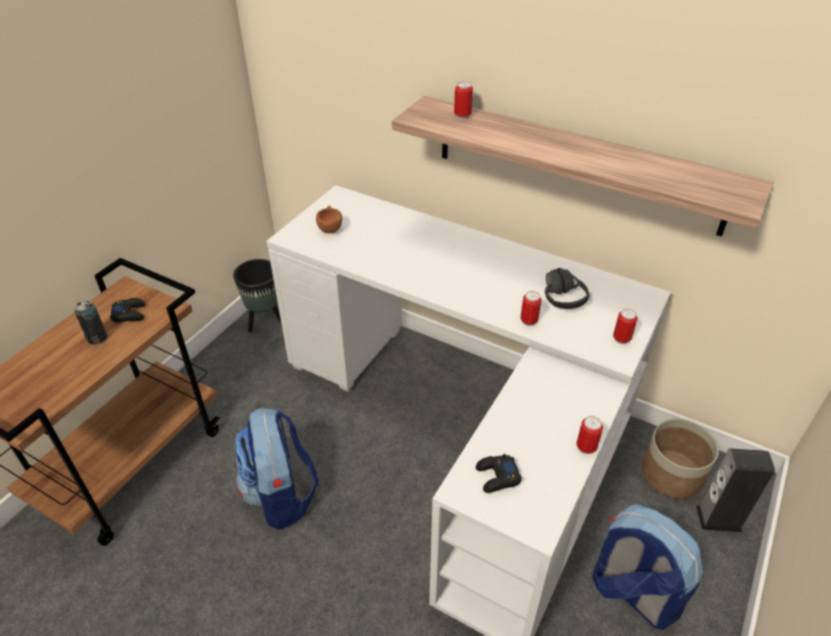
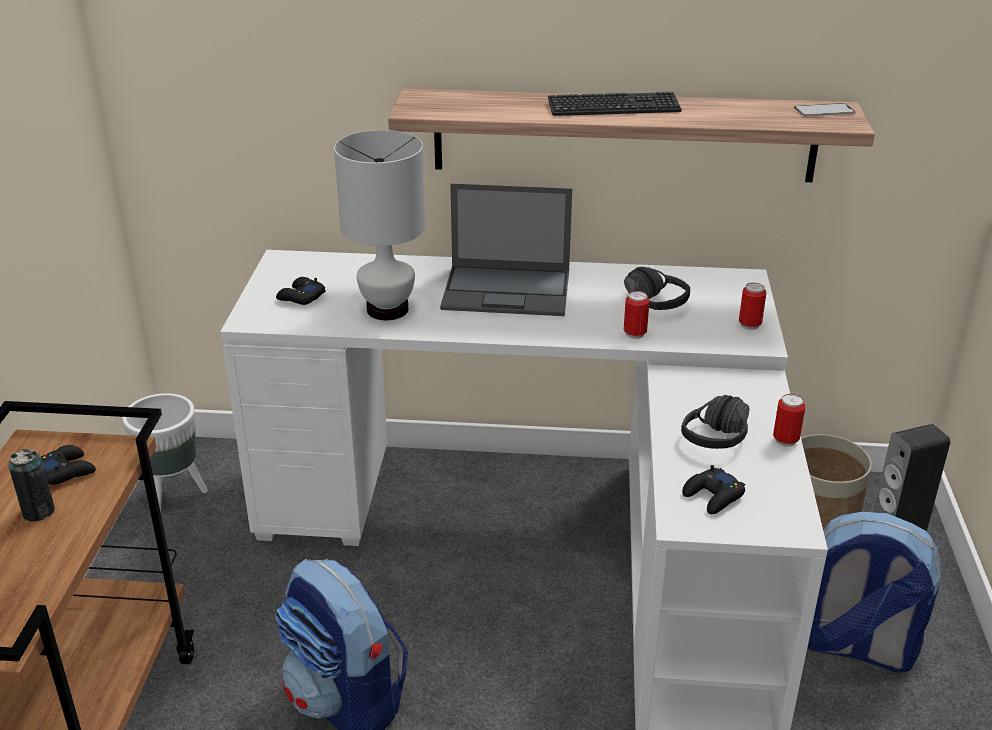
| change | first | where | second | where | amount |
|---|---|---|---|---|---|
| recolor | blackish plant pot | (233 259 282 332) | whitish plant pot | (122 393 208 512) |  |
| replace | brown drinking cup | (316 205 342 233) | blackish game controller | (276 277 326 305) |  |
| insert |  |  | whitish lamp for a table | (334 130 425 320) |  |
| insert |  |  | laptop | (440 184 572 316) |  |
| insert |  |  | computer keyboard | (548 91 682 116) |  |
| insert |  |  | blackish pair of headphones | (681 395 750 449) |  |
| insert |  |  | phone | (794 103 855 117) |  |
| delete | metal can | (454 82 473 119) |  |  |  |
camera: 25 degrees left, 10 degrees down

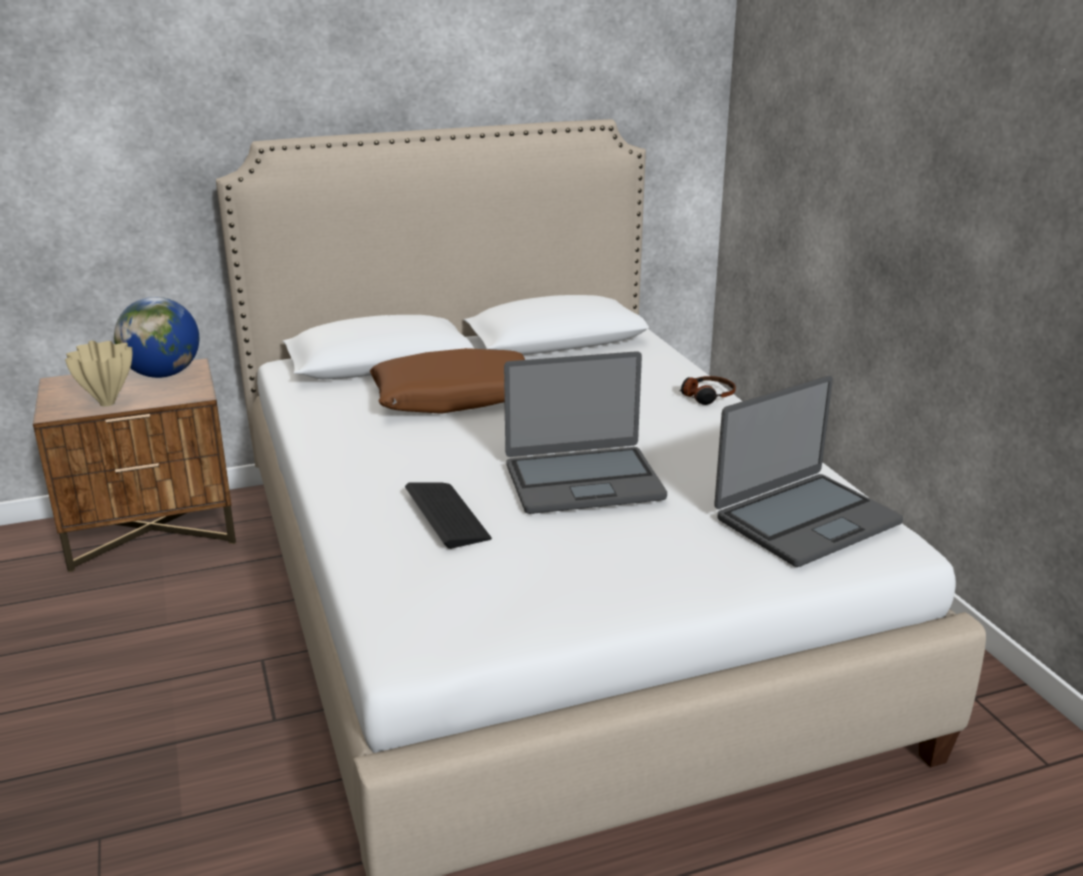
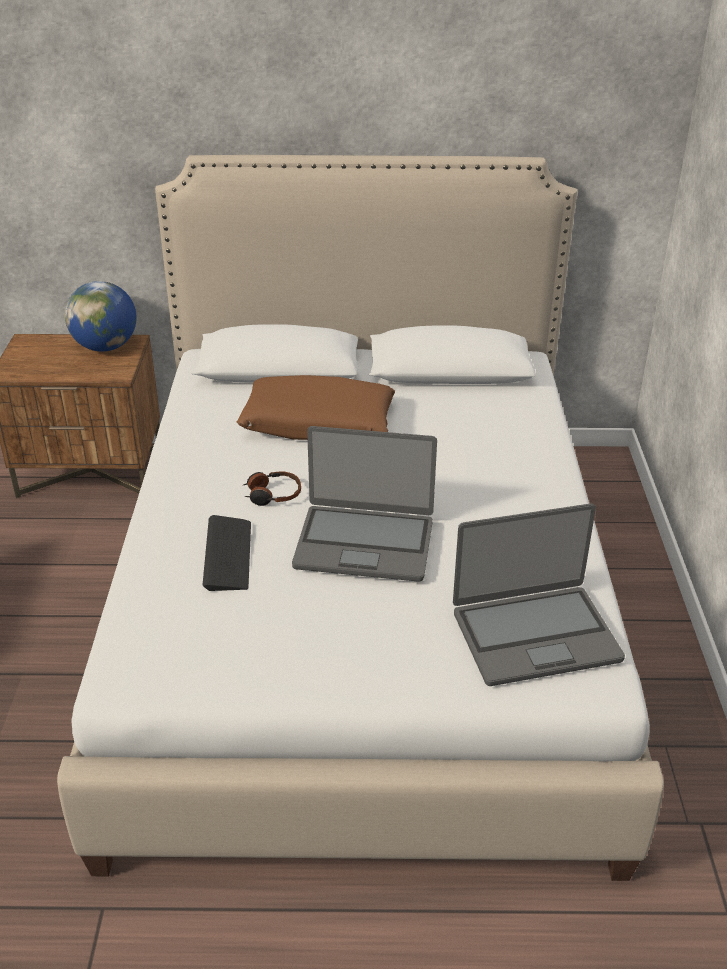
| change | first | where | second | where | amount |
|---|---|---|---|---|---|
| move | pair of headphones | (680 376 736 405) |  | (244 472 301 506) |  |
| delete | sand-coloured flower vase | (65 341 132 406) |  |  |  |
camera: 20 degrees right, 10 degrees up

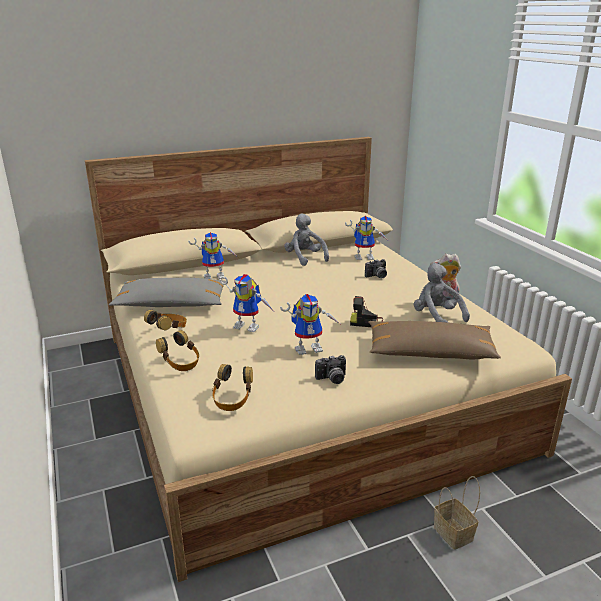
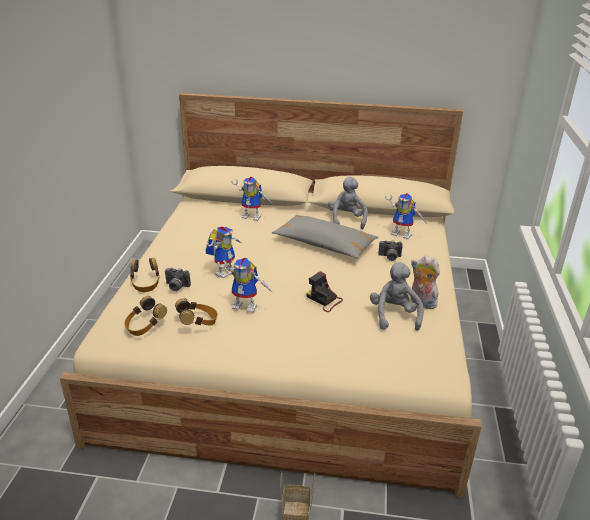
| change | first | where | second | where | amount |
|---|---|---|---|---|---|
| move | still camera | (315 355 346 384) |  | (165 268 191 291) |  |
| move | pair of headphones | (144 310 187 331) |  | (175 298 218 325) |  |
| rotate | toy robot | (219 274 274 332) |  | (206 227 243 278) | 105 degrees counterclockwise |
| move | gray pillow | (109 278 226 307) |  | (272 215 379 259) |  |
| delete | brown pillow | (368 321 501 360) |  |  |  |
camera: 30 degrees right, 5 degrees up

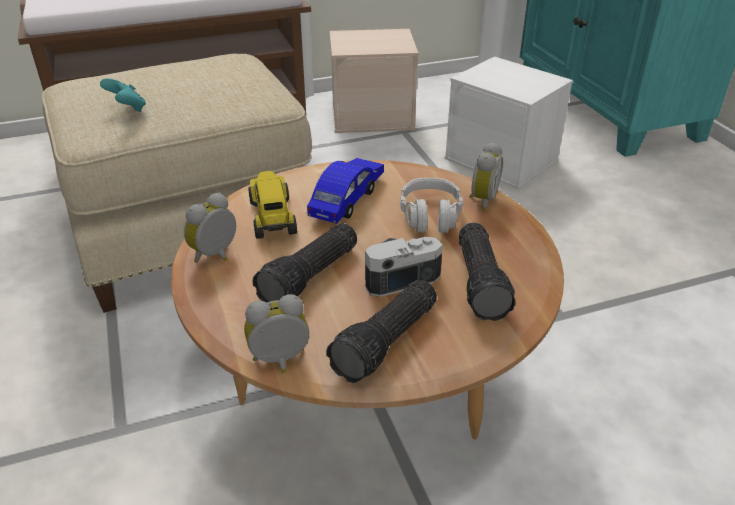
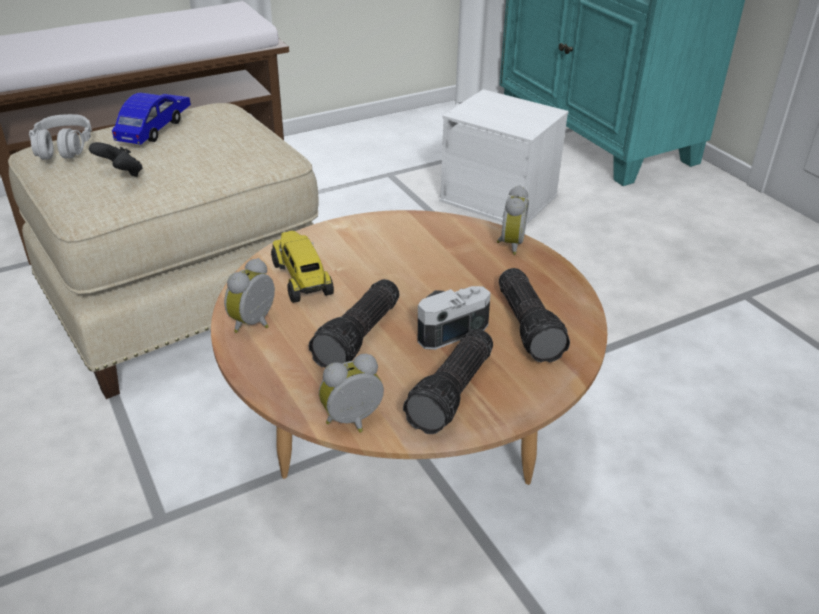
| change | first | where | second | where | amount |
|---|---|---|---|---|---|
| move | gray pair of headphones | (400 178 463 233) |  | (29 114 92 160) |  |
| recolor | turquoise game controller | (100 78 146 112) | blackish game controller | (89 142 143 177) |  |
| move | blue model car | (307 158 384 224) |  | (112 93 191 145) |  |
| delete | sand-coloured storage box | (330 29 418 133) |  |  |  |
camera: 10 degrees left, 0 degrees up

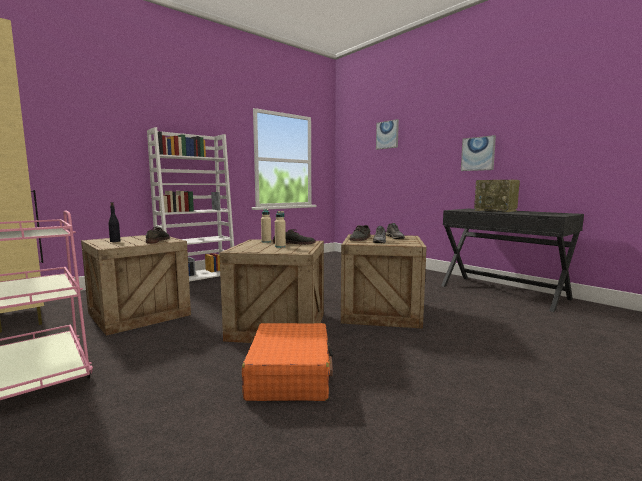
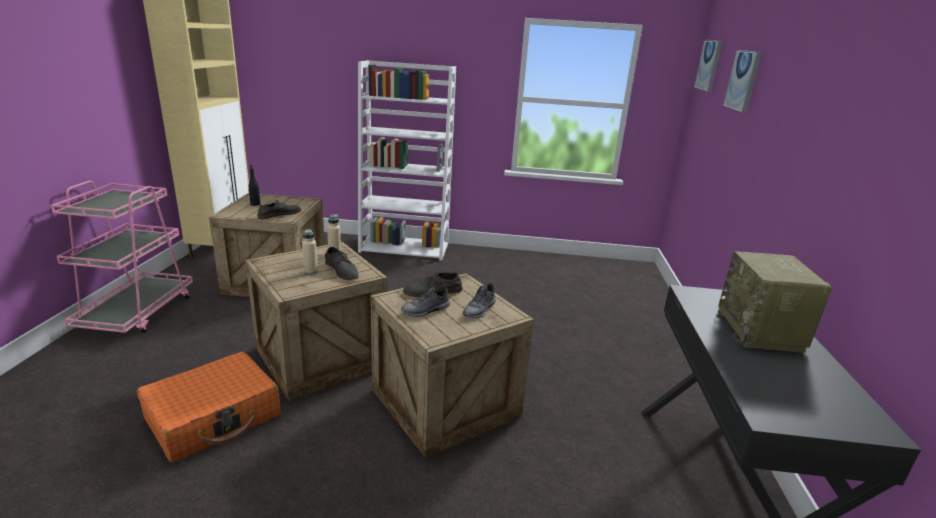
| change | first | where | second | where | amount |
|---|---|---|---|---|---|
| move | wall picture | (461 135 496 171) |  | (694 40 723 92) |  |
camera: 45 degrees right, 15 degrees up

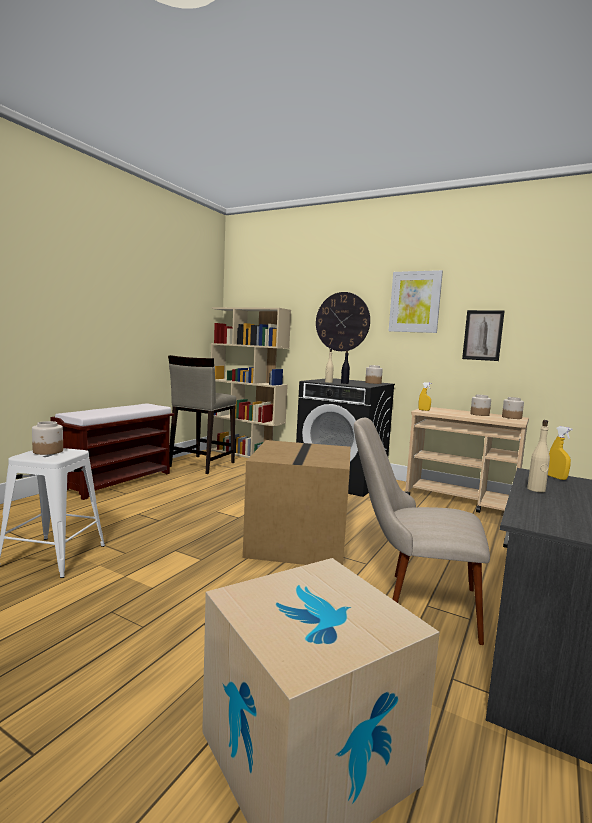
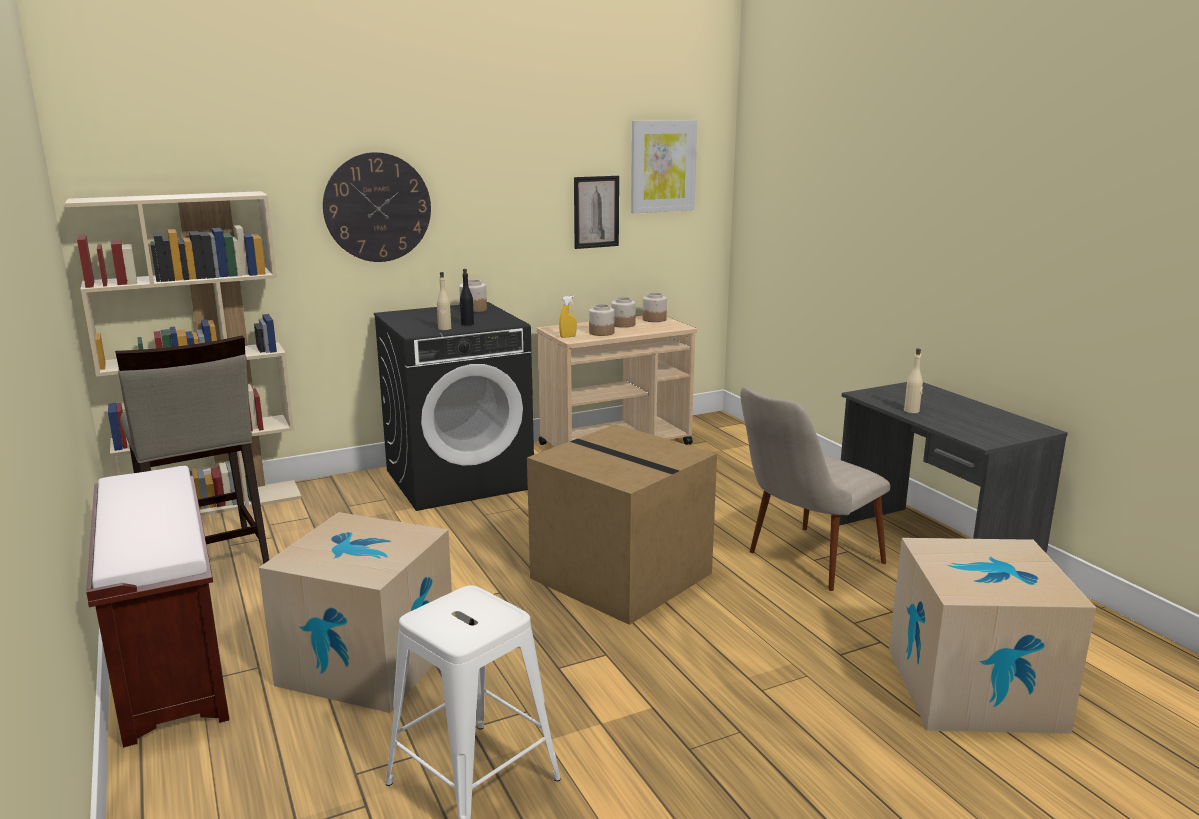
| change | first | where | second | where | amount |
|---|---|---|---|---|---|
| insert |  |  | carton | (259 512 453 713) |  |
| move | storage jar | (32 421 63 455) |  | (589 304 615 336) |  |
| move | wall picture | (389 270 443 333) |  | (631 120 697 213) |  |
| delete | yellowish hand sprayer | (548 426 573 480) |  |  |  |
camera: 55 degrees left, 10 degrees up

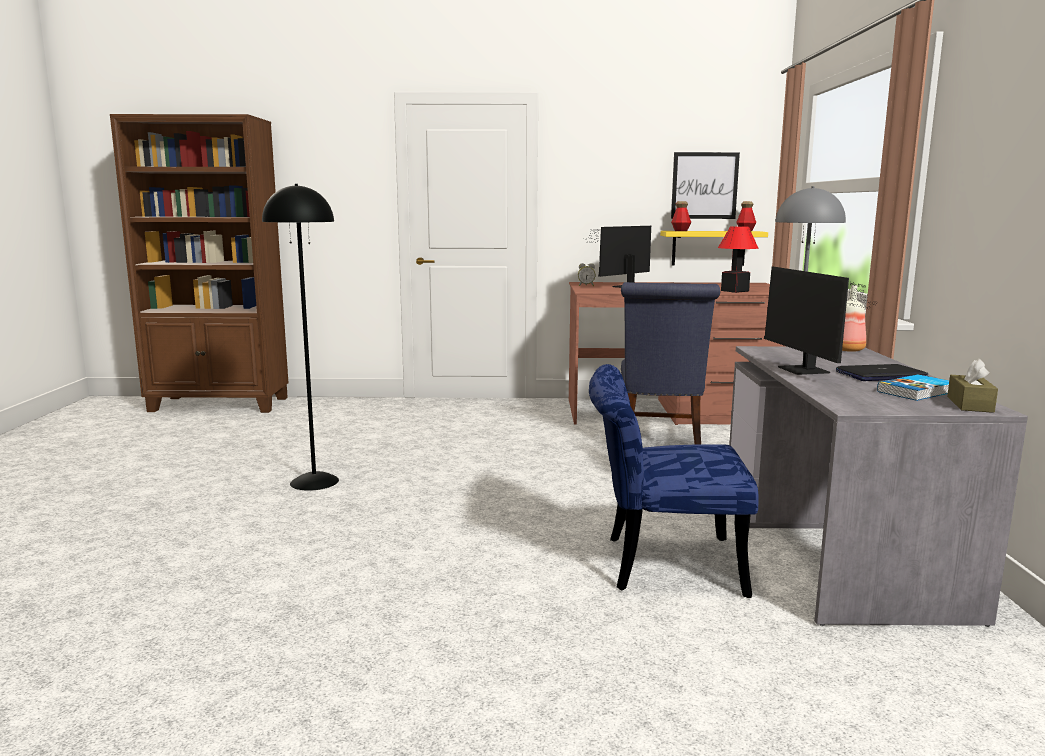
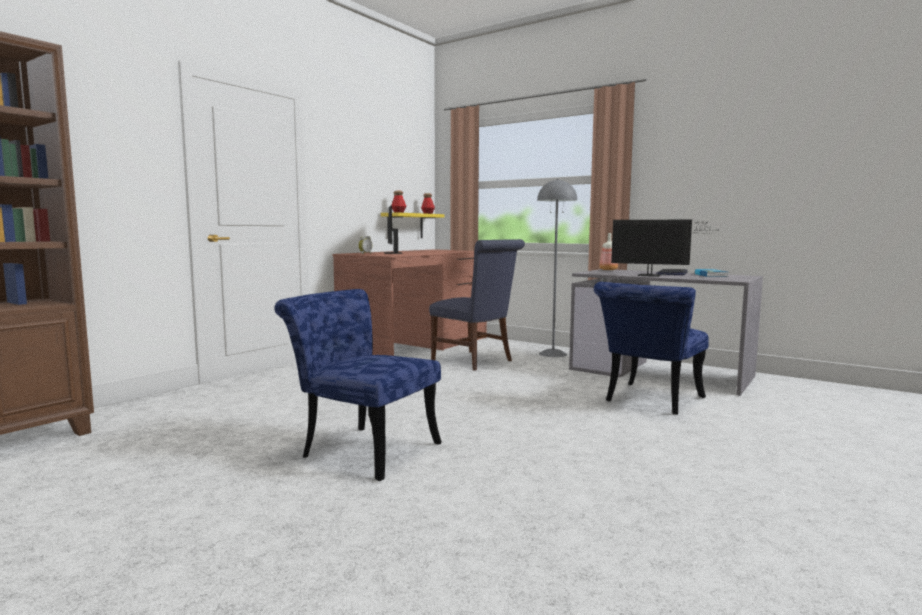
| change | first | where | second | where | amount |
|---|---|---|---|---|---|
| replace | blackish standing lamp | (262 184 339 491) | blue chair | (274 289 442 481) |  |
| delete | wall picture | (671 152 740 219) |  |  |  |
| delete | lamp for a table | (718 226 759 293) |  |  |  |
| delete | brown tissue holder | (947 359 998 413) |  |  |  |
camera: 55 degrees left, 5 degrees down

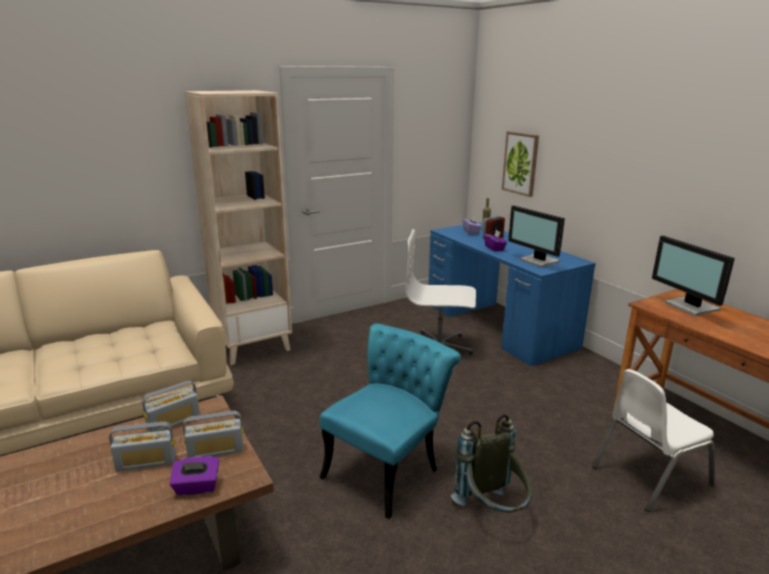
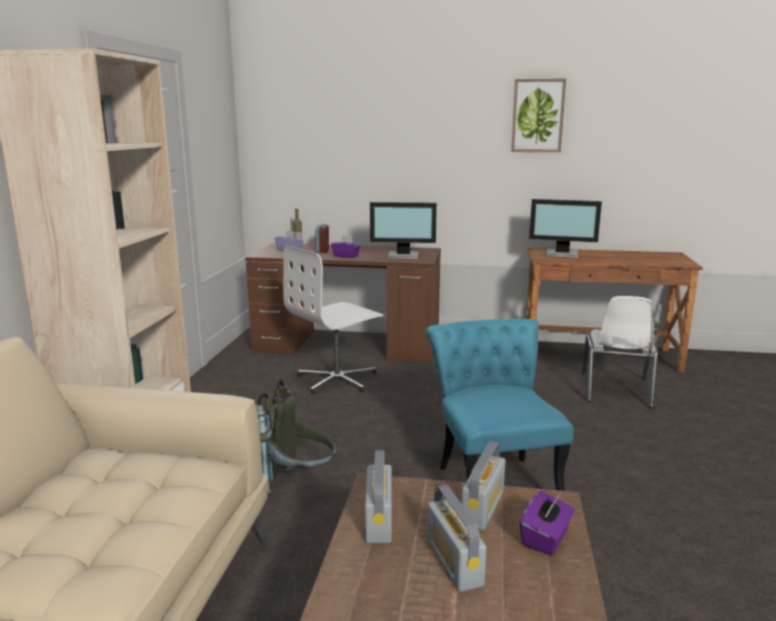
| change | first | where | second | where | amount |
|---|---|---|---|---|---|
| recolor | blue desk | (429 222 596 366) | brown desk | (245 243 441 363) |  |
| move | gray backpack | (451 414 532 513) |  | (255 380 337 493) |  |
| rotate | radio set | (109 422 176 472) |  | (427 485 486 592) | 135 degrees clockwise |
| move | wall picture | (502 131 539 197) |  | (511 79 566 152) |  |
camera: 50 degrees left, 5 degrees down

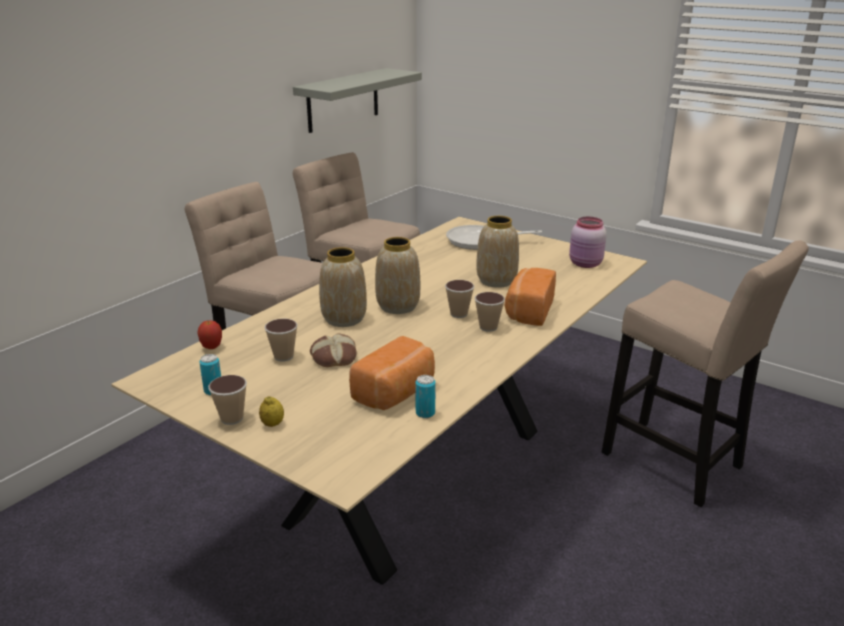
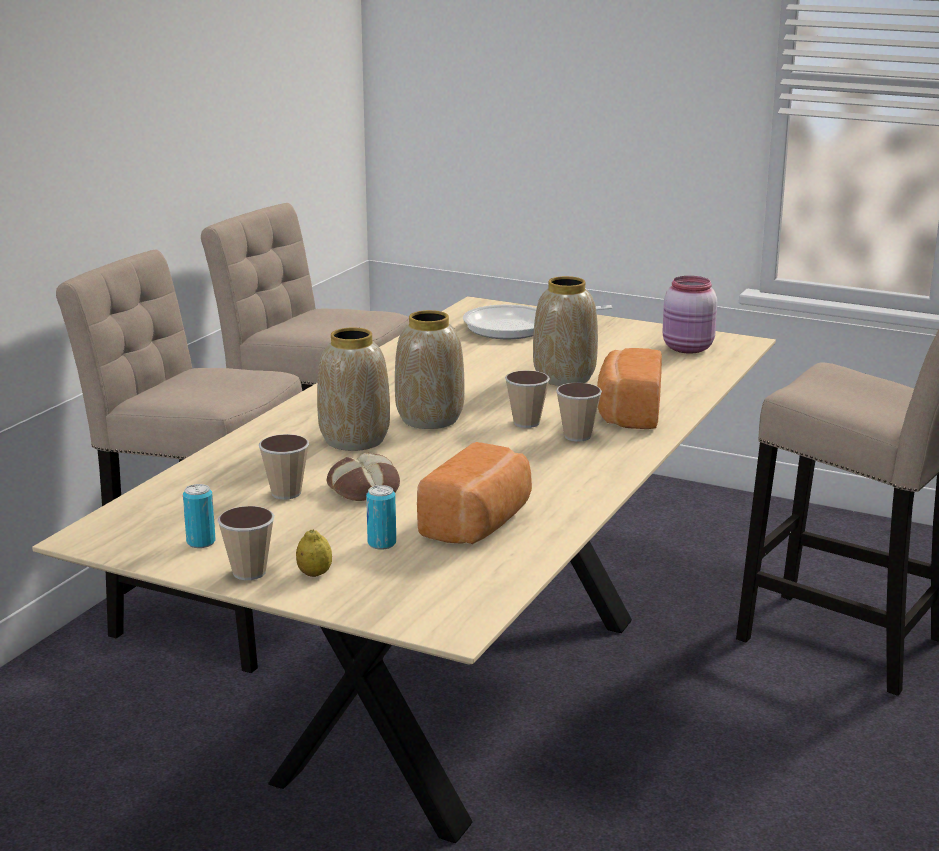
| change | first | where | second | where | amount |
|---|---|---|---|---|---|
| move | metal can | (415 375 436 418) |  | (366 485 396 550) |  |
| delete | apple fruit | (197 320 222 349) |  |  |  |
| delete | gray shelf | (293 68 422 133) |  |  |  |
camera: 10 degrees left, 5 degrees down

